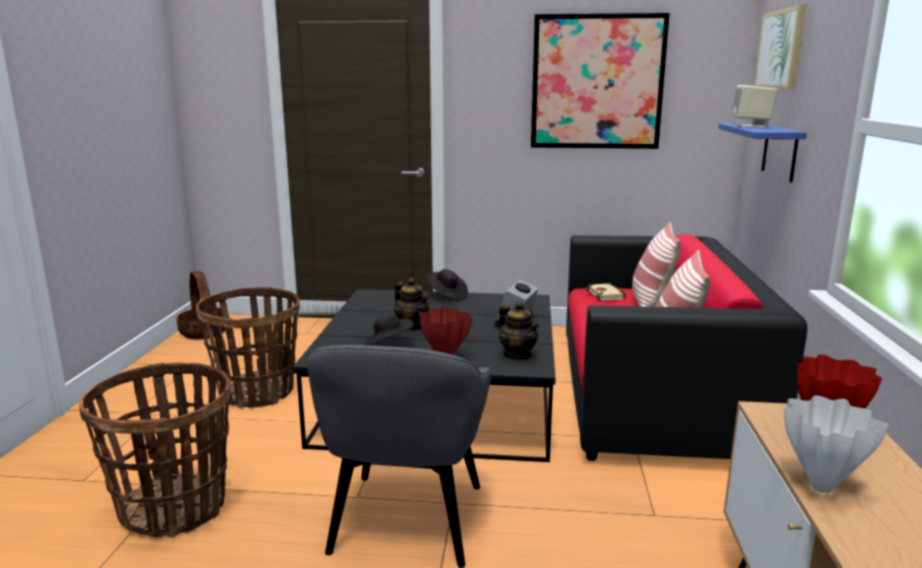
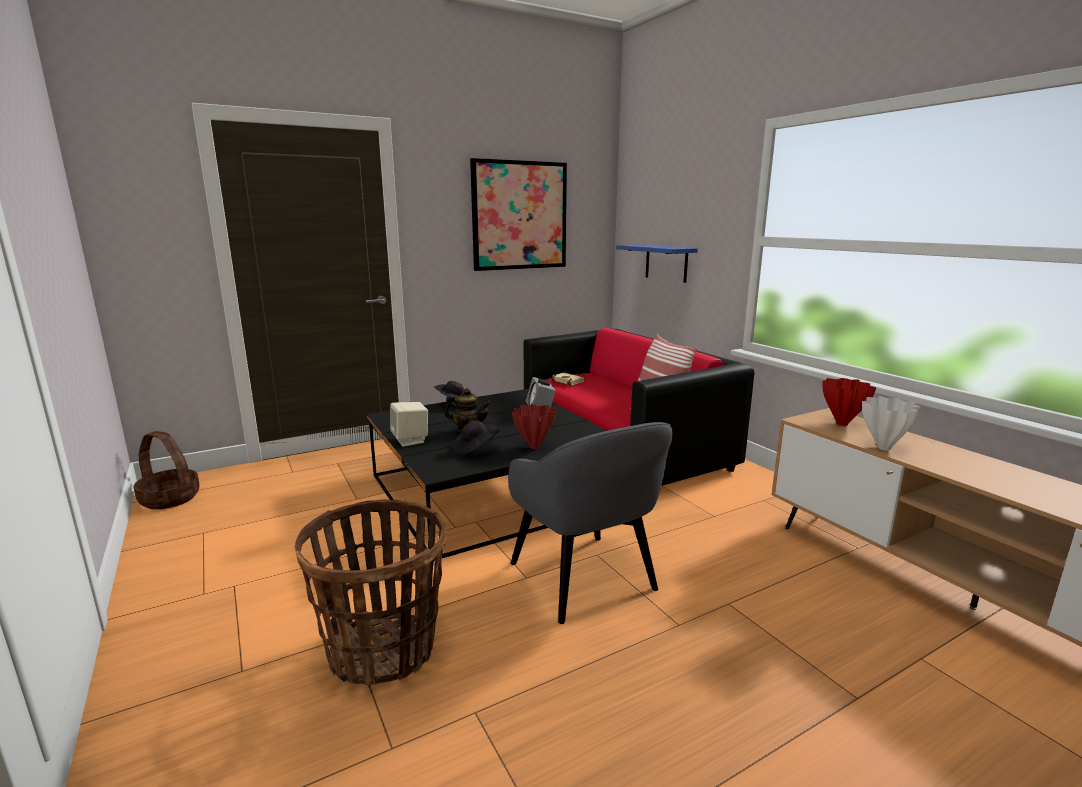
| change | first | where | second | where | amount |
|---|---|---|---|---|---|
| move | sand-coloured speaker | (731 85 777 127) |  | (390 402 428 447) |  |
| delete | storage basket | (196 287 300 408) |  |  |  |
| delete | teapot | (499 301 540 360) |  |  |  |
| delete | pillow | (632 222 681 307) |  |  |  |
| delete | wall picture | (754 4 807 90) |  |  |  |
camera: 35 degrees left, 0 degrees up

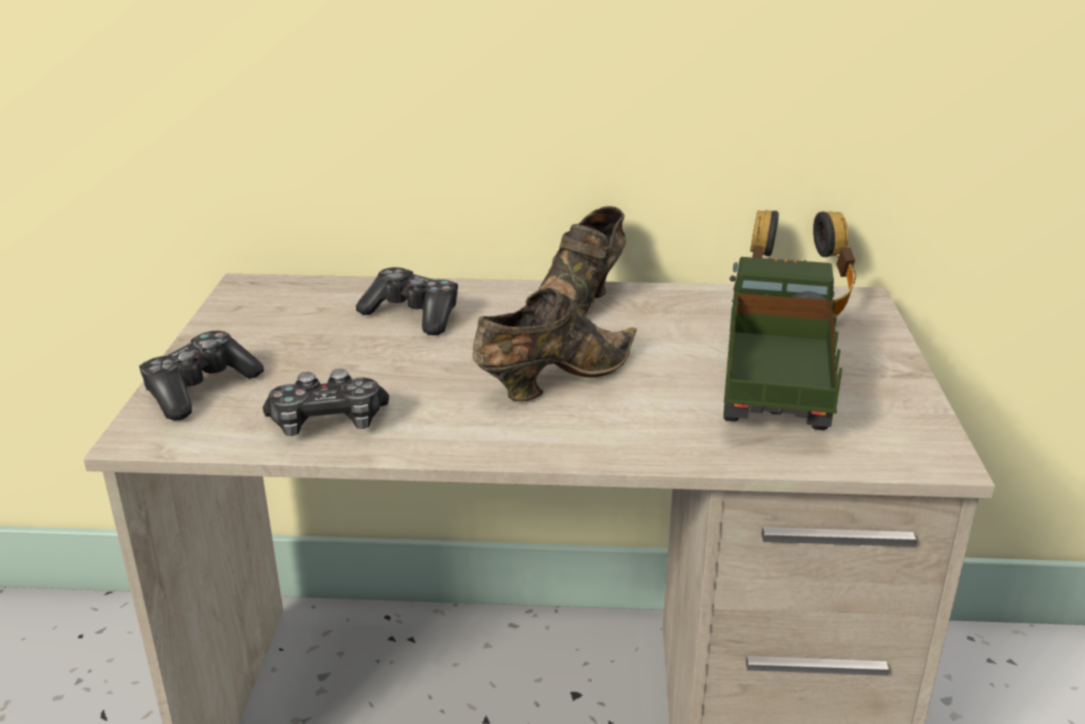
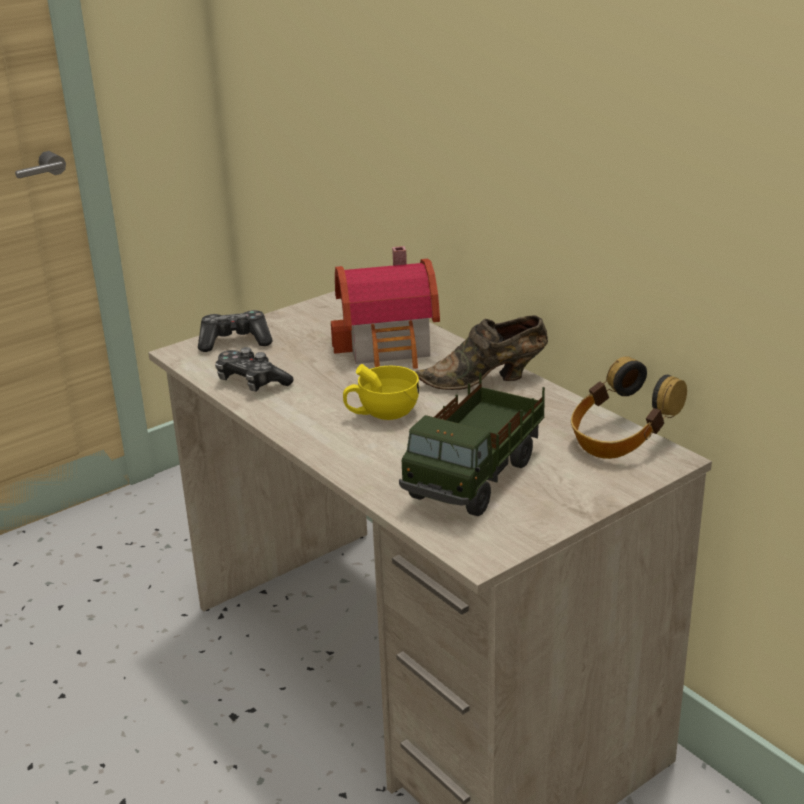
| change | first | where | second | where | amount |
|---|---|---|---|---|---|
| replace | game controller | (356 267 458 335) | miniature house | (331 246 440 369) |  |
| replace | brown low shoe | (473 288 637 402) | yellowish drinking cup | (343 364 419 420) |  |
| rotate | toy lorry | (723 257 843 430) |  | (399 373 545 516) | 150 degrees clockwise |
camera: 50 degrees right, 0 degrees up

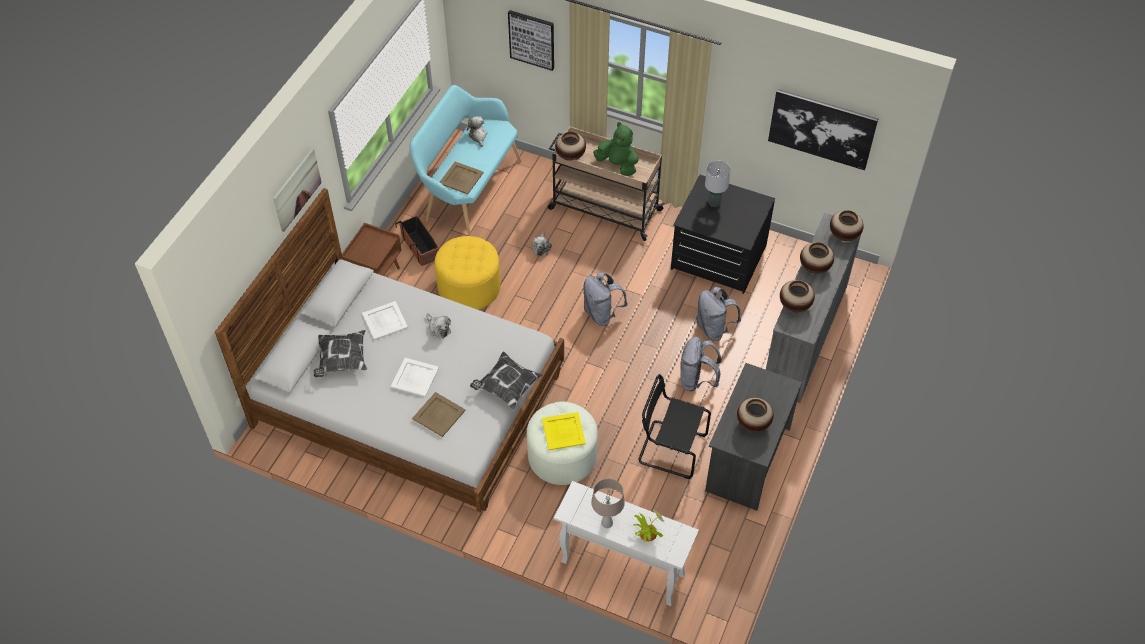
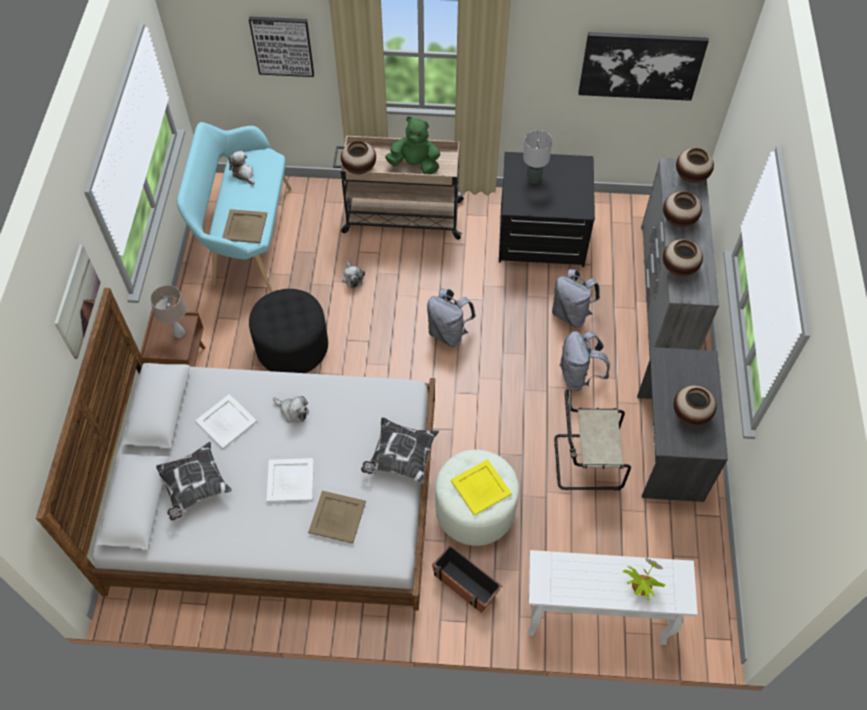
| change | first | where | second | where | amount |
|---|---|---|---|---|---|
| move | sand-coloured lamp for a table | (591 478 625 528) |  | (150 285 187 338) |  |
| recolor | yellowish ottoman | (435 236 500 310) | blackish ottoman | (249 289 328 373) |  |
| move | plant pot | (395 215 440 266) |  | (432 545 503 613) |  |
| recolor | blackish chair | (639 374 711 479) | sand-coloured chair | (554 389 631 490) |  |
camera: 20 degrees left, 5 degrees up

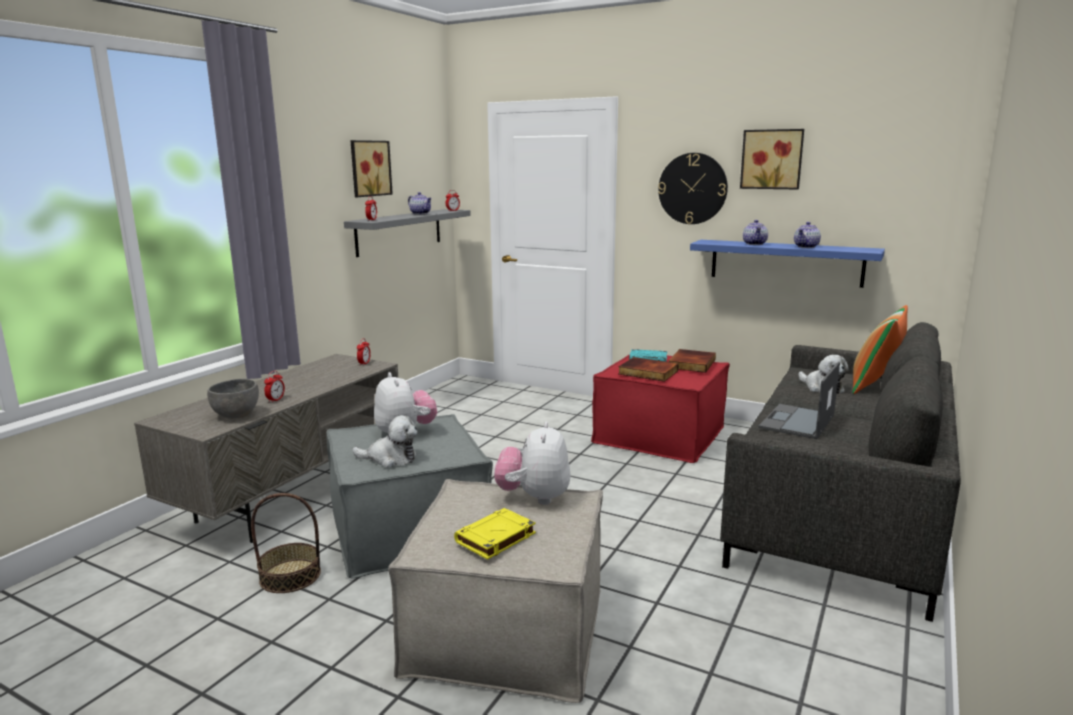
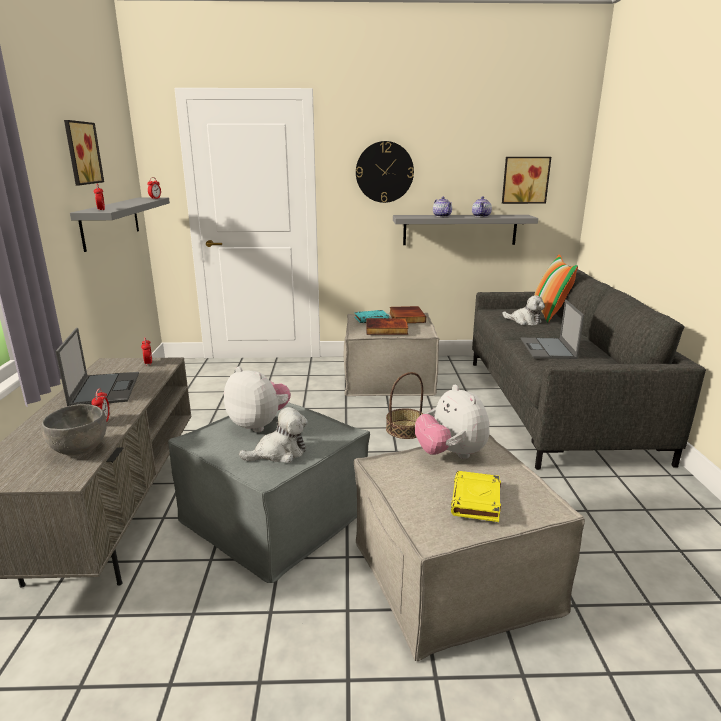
| change | first | where | second | where | amount |
|---|---|---|---|---|---|
| insert |  |  | laptop | (55 328 139 406) |  |
| recolor | red-coloured ottoman | (591 354 730 463) | sand-coloured ottoman | (344 313 439 396) |  |
| move | storage basket | (251 493 321 593) |  | (386 372 423 439) |  |
| recolor | blue shelf | (690 240 885 288) | gray shelf | (393 215 538 245) |  |
| move | wall picture | (740 129 804 190) |  | (502 157 551 204) |  |
| delete | teapot | (408 192 432 214) |  |  |  |
camera: 30 degrees left, 5 degrees up

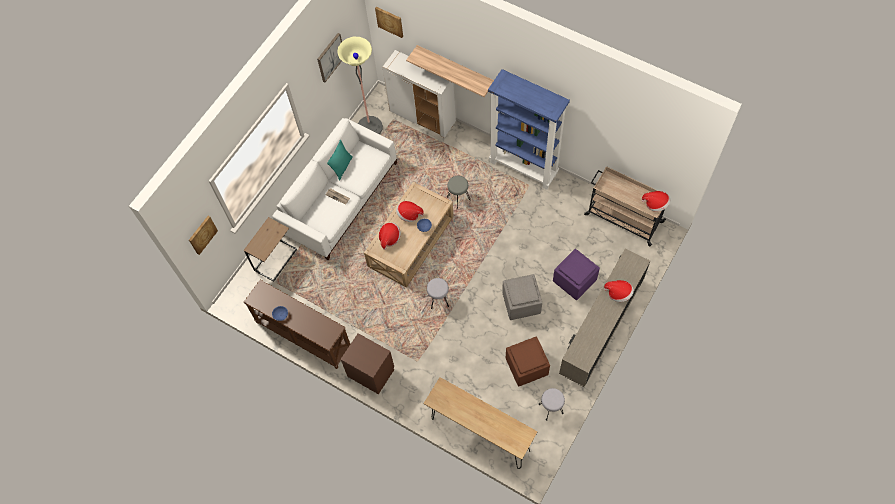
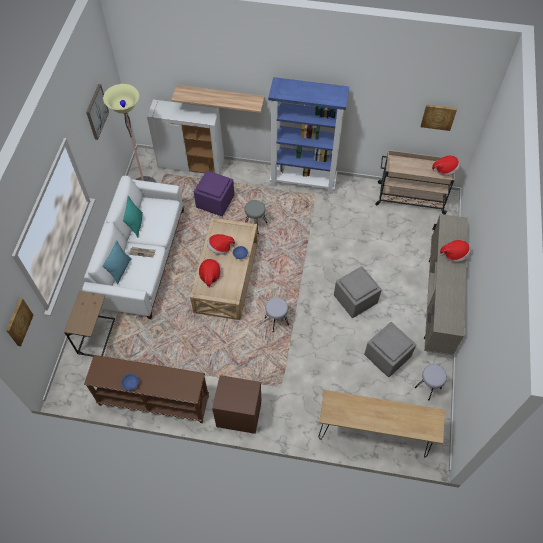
| change | first | where | second | where | amount |
|---|---|---|---|---|---|
| insert |  |  | turquoise pillow | (102 240 132 284) |  |
| move | purplish ottoman | (553 249 600 300) |  | (194 171 234 216) |  |
| recolor | brown ottoman | (506 337 550 387) | gray ottoman | (364 322 416 377) |  |
| move | wall picture | (375 7 403 38) |  | (421 104 457 131) |  |
camera: 25 degrees left, 5 degrees down

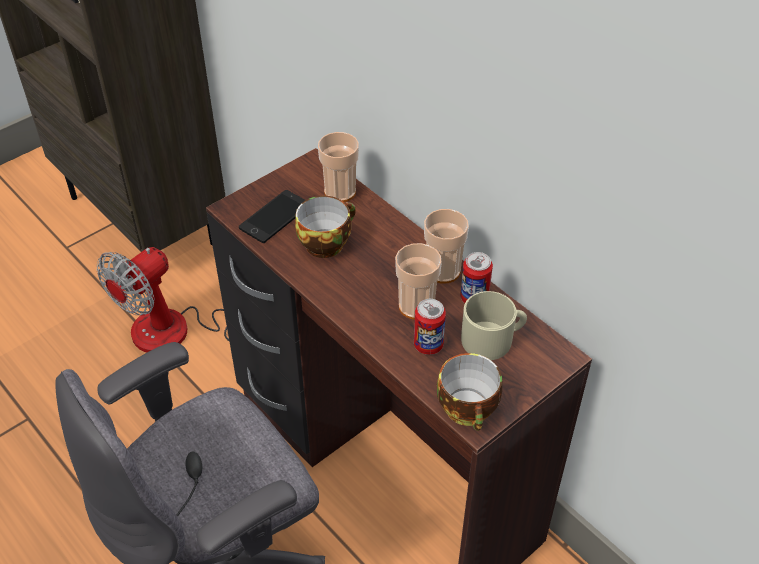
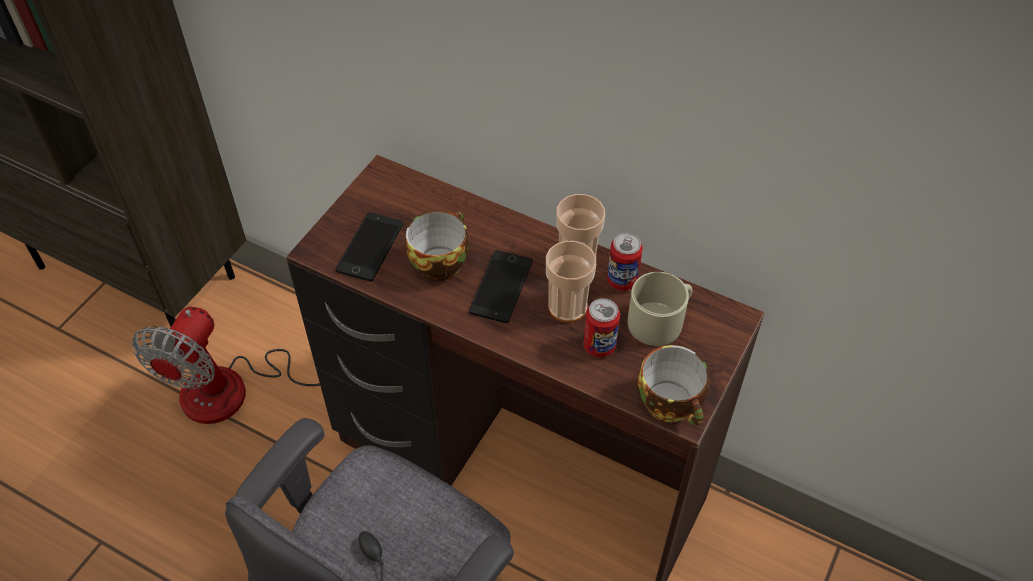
| change | first | where | second | where | amount |
|---|---|---|---|---|---|
| insert |  |  | phone | (469 250 533 323) |  |
| delete | drinking cup | (318 132 359 202) |  |  |  |
camera: 20 degrees left, 5 degrees up

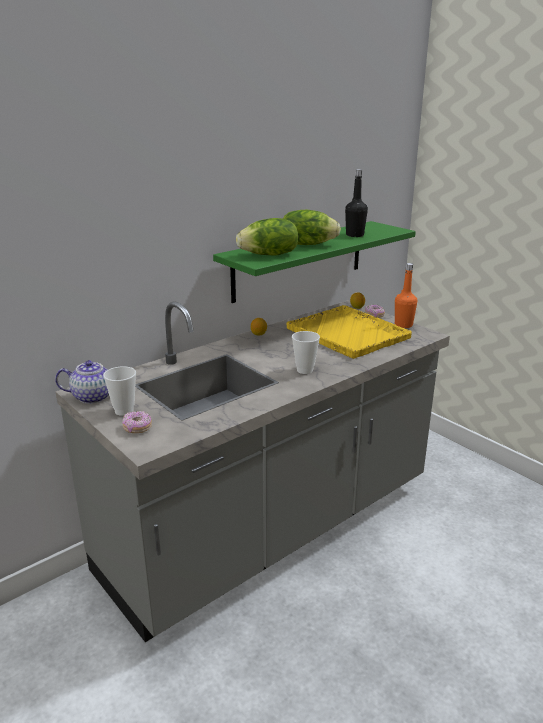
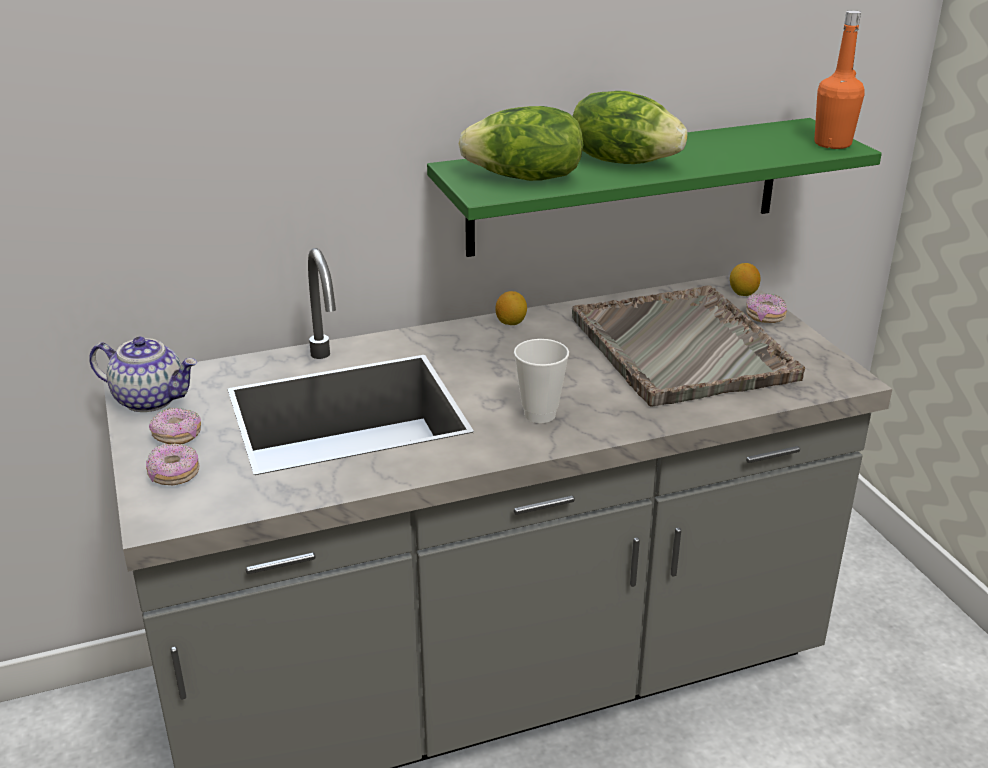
| change | first | where | second | where | amount |
|---|---|---|---|---|---|
| replace | drinking cup | (103 366 136 416) | donut | (149 408 201 444) |  |
| recolor | yellowish carrying tray | (286 305 412 359) | gray carrying tray | (572 285 805 406) |  |
| move | orange-coloured beverage bottle | (395 263 417 328) |  | (814 10 865 149) |  |
| delete | blackish beverage bottle | (345 169 368 237) |  |  |  |
camera: 20 degrees right, 5 degrees up

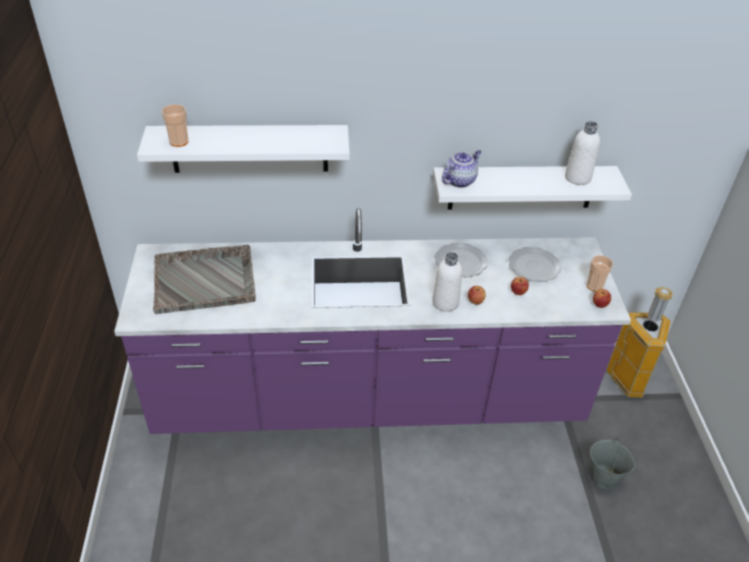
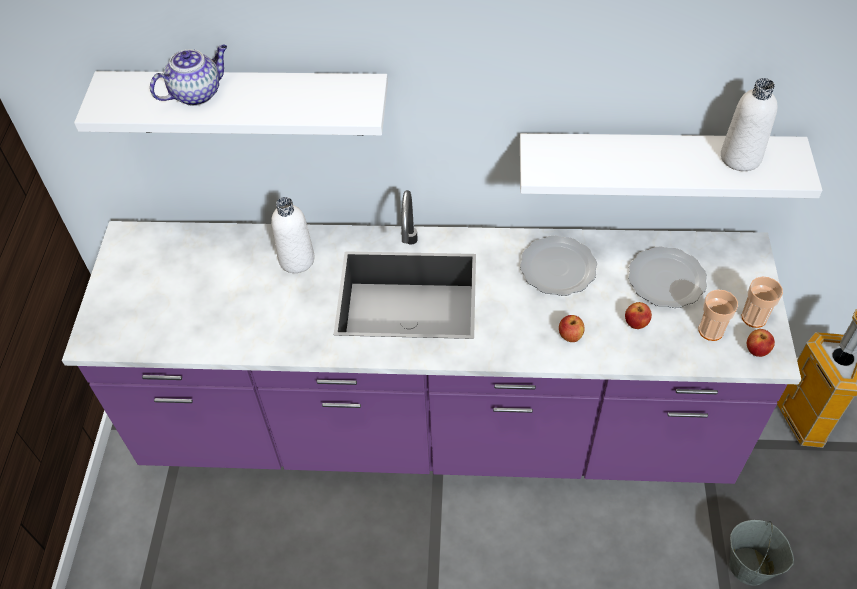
| change | first | where | second | where | amount |
|---|---|---|---|---|---|
| move | teapot | (442 150 481 188) |  | (150 45 227 106) |  |
| move | whitish beverage bottle | (432 252 462 312) |  | (271 197 315 273) |  |
| move | drinking cup | (162 104 189 147) |  | (698 289 738 341) |  |
| delete | gray carrying tray | (153 245 256 314) |  |  |  |
camera: 10 degrees right, 10 degrees up

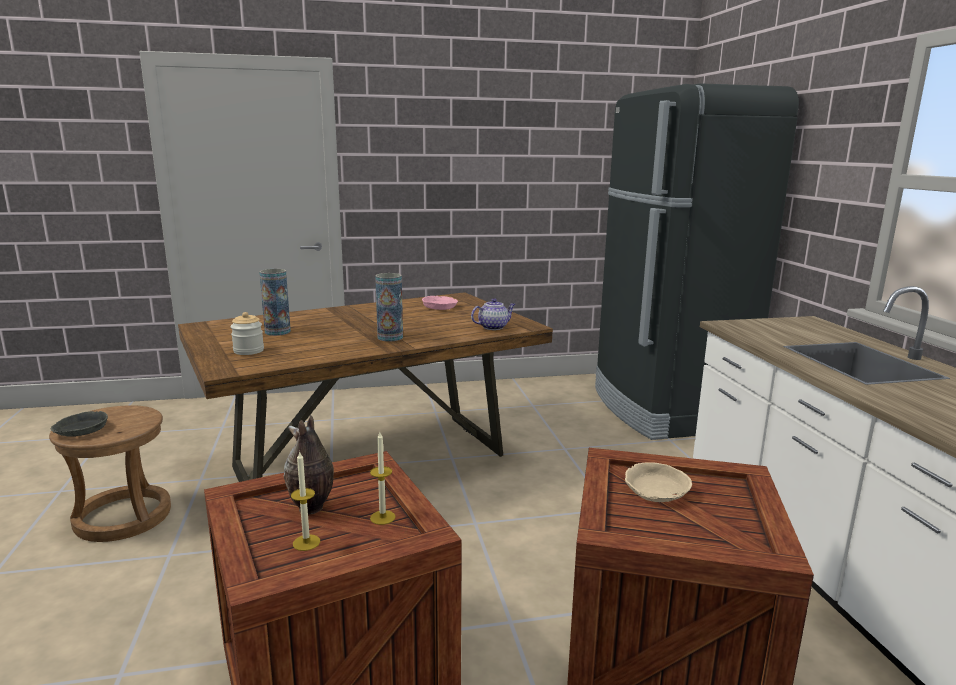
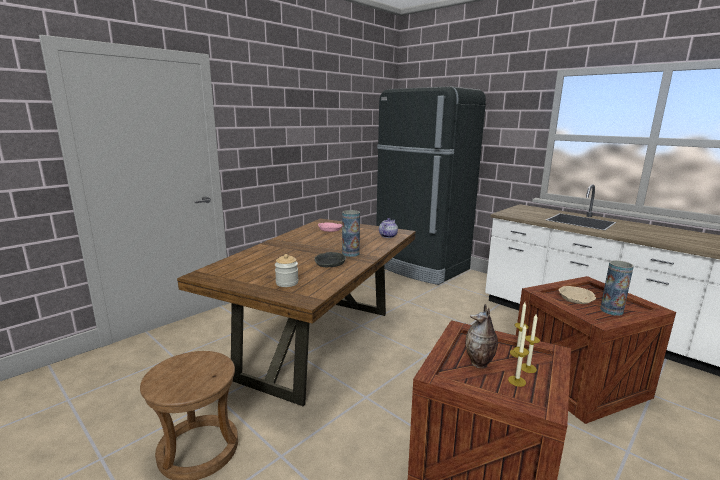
| change | first | where | second | where | amount |
|---|---|---|---|---|---|
| move | gray deep dish | (50 411 108 437) |  | (315 252 346 267) |  |
| insert |  |  | candle | (521 314 540 373) |  |
| move | flower vase | (259 269 291 336) |  | (600 260 634 316) |  |
camera: 35 degrees left, 0 degrees up

